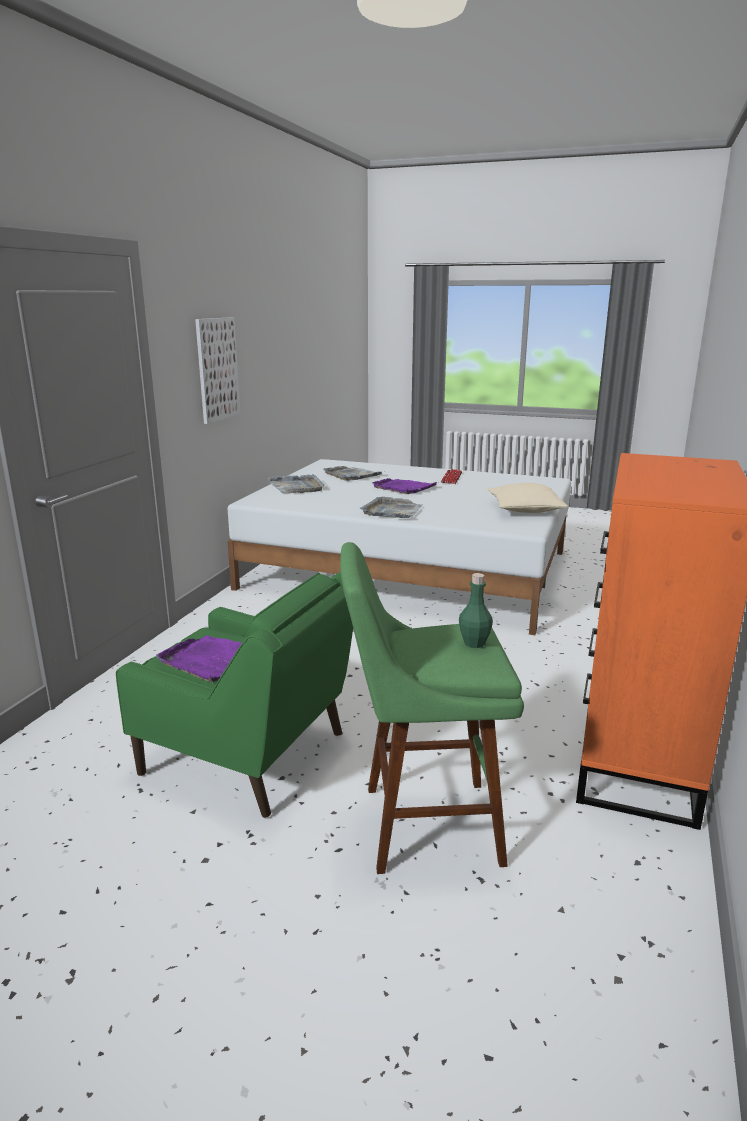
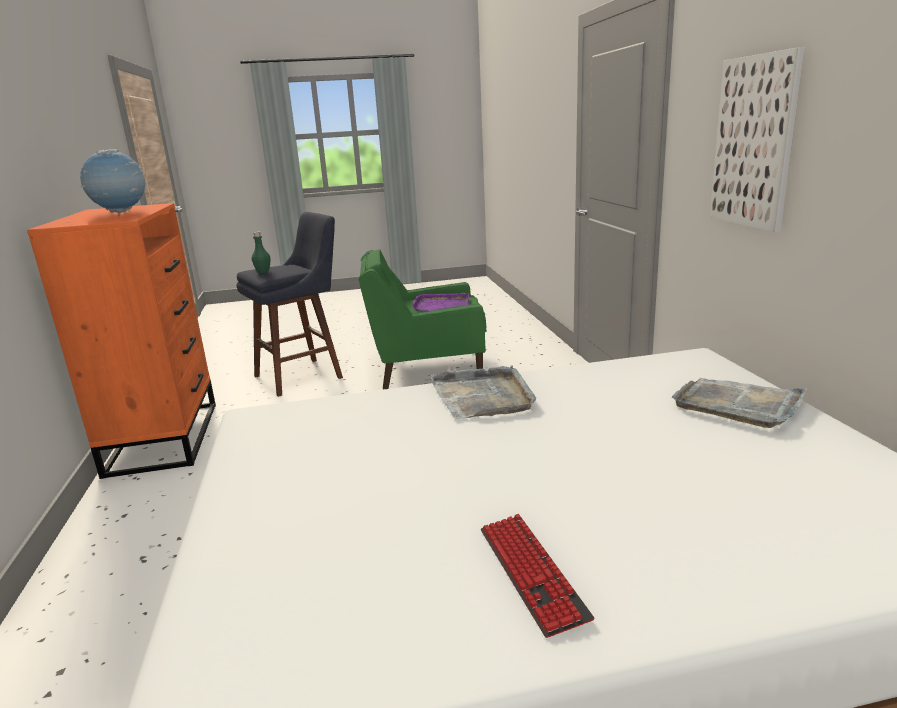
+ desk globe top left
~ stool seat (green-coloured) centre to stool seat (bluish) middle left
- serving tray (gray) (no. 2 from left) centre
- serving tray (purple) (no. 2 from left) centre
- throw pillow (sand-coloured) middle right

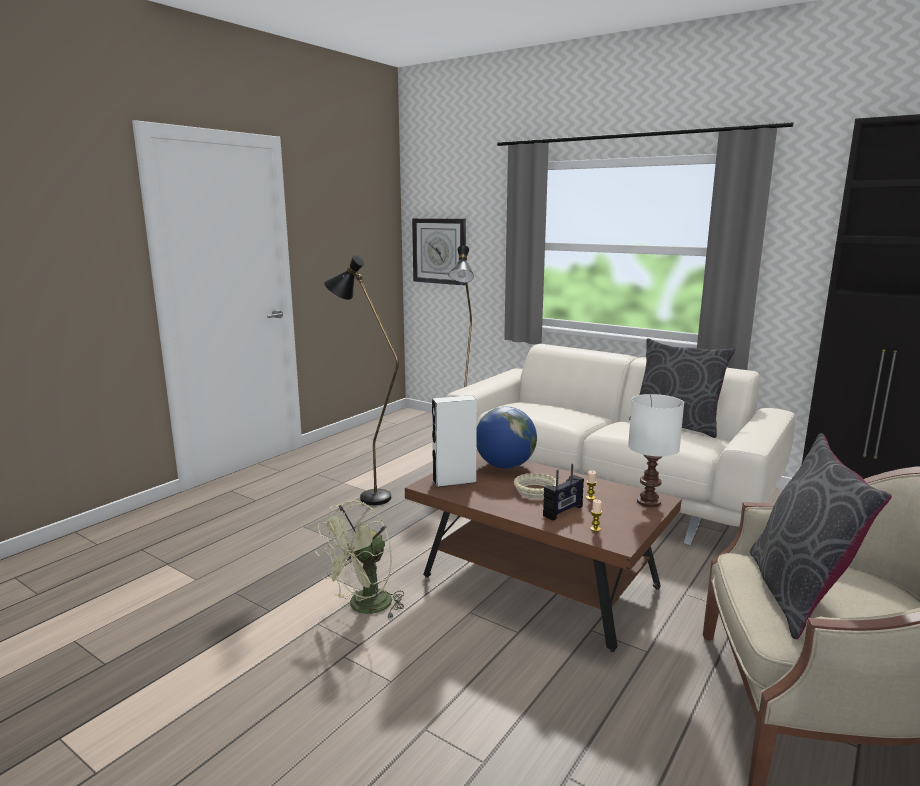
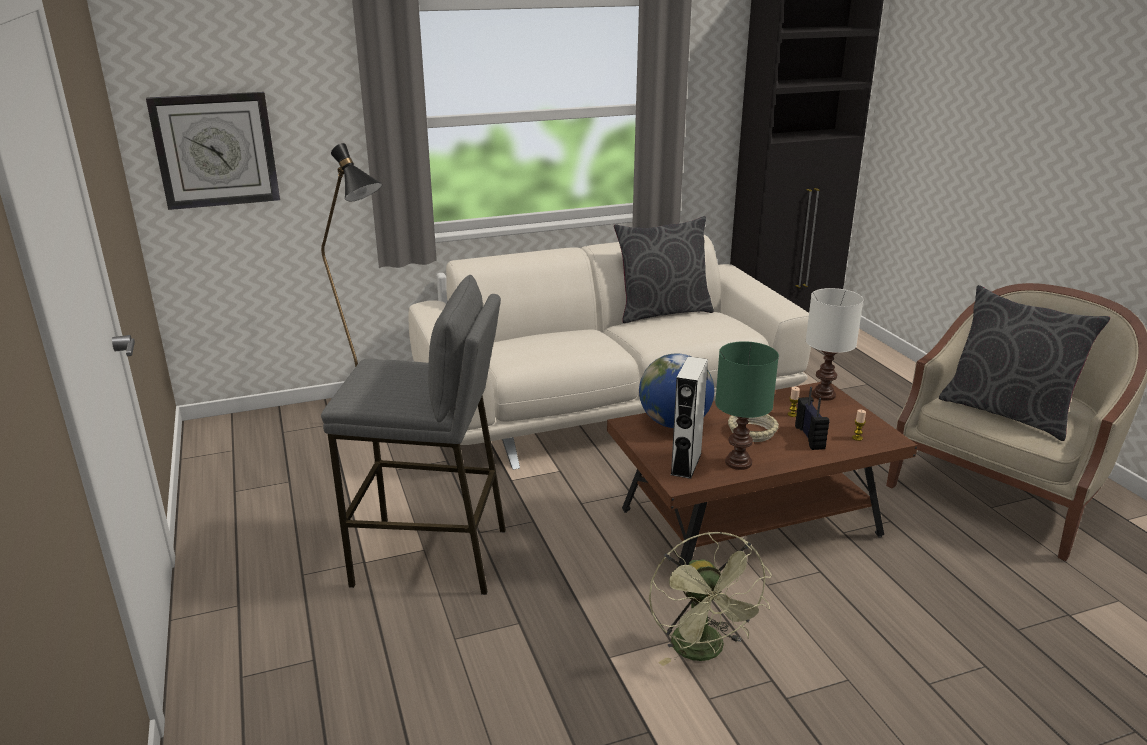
~ floor lamp (blackish) (no. 1 from left) centre to stool seat (gray) centre
+ table lamp (green-coloured) centre

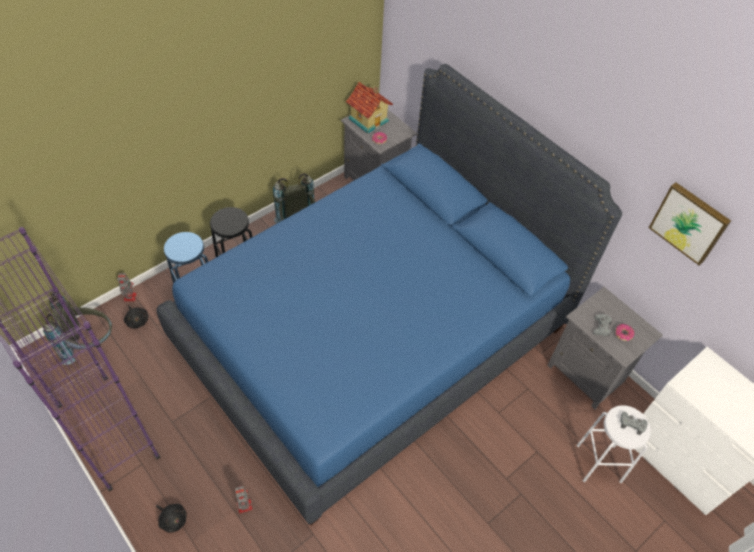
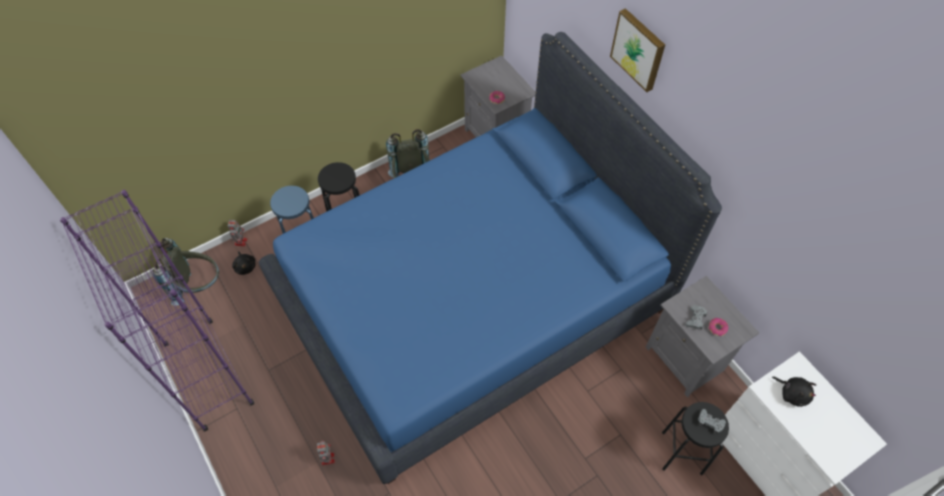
~ wall art middle right to top right
~ stool seat (white-coloured) bottom right to stool seat (blackish) (no. 2 from left) bottom right
~ cuddly toy (blackish) (no. 2 from left) bottom left to bottom right
- model house top centre

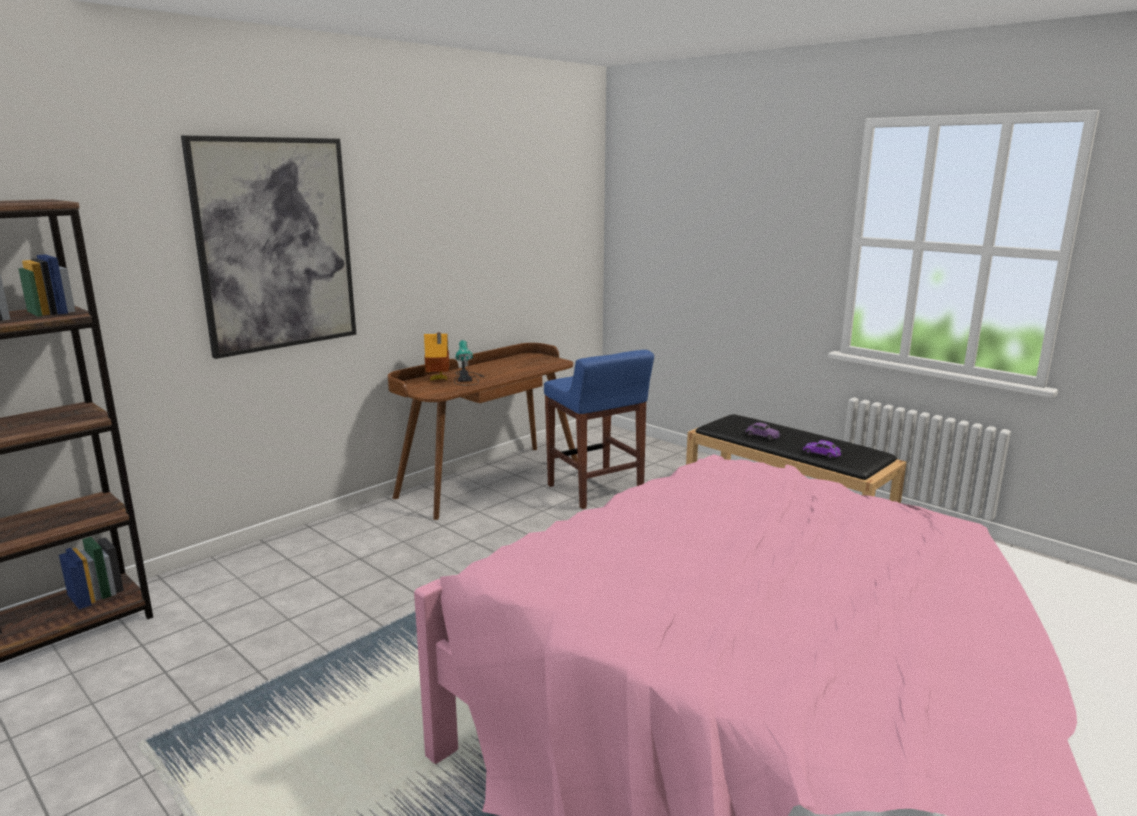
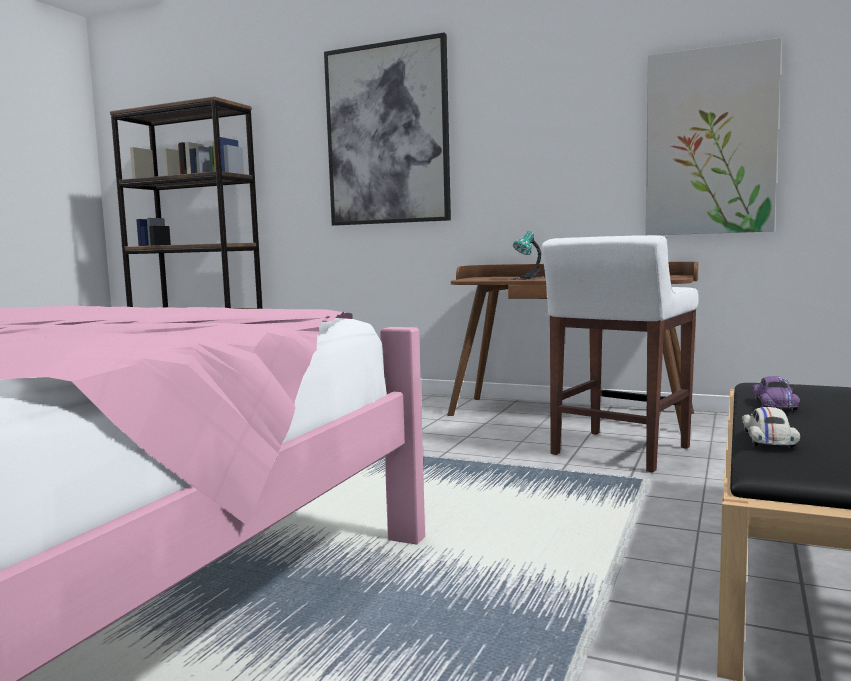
~ stool seat (bluish) centre to stool seat (white-coloured) middle right
+ wall art (no. 2 from left) top right
~ miniature car (purple) (no. 2 from left) middle right to miniature car (white-coloured) middle right
- model house centre

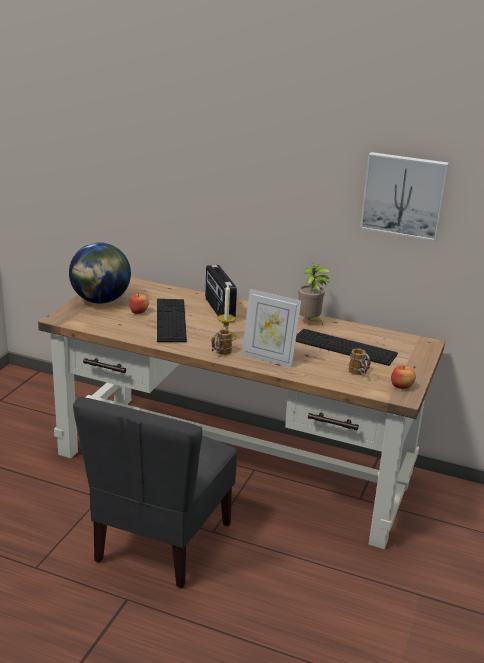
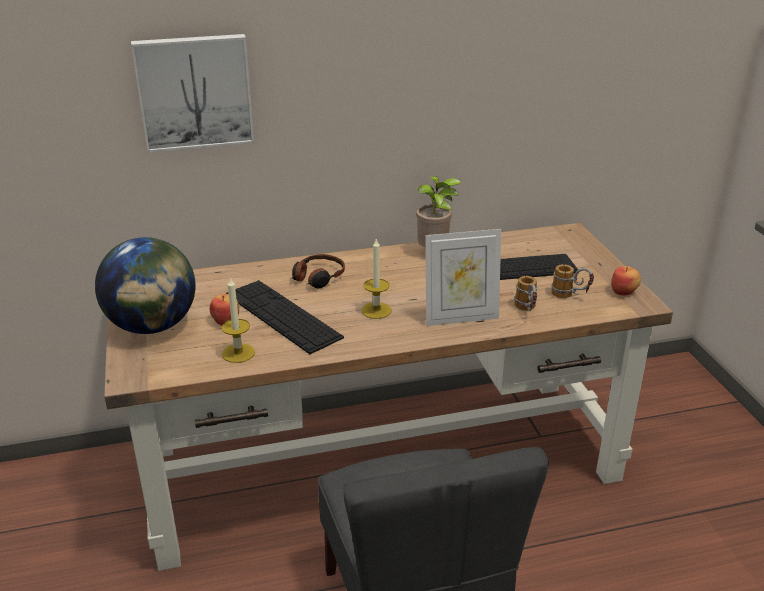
~ wall art top right to top left
+ candle (no. 1 from left) middle left
~ radio receiver centre to headphones centre
~ mug (no. 1 from left) centre to middle right

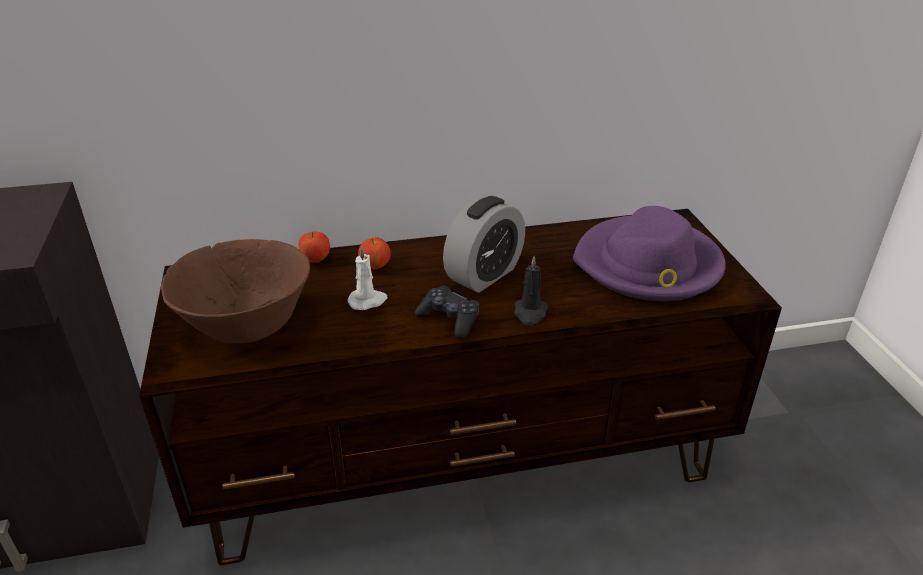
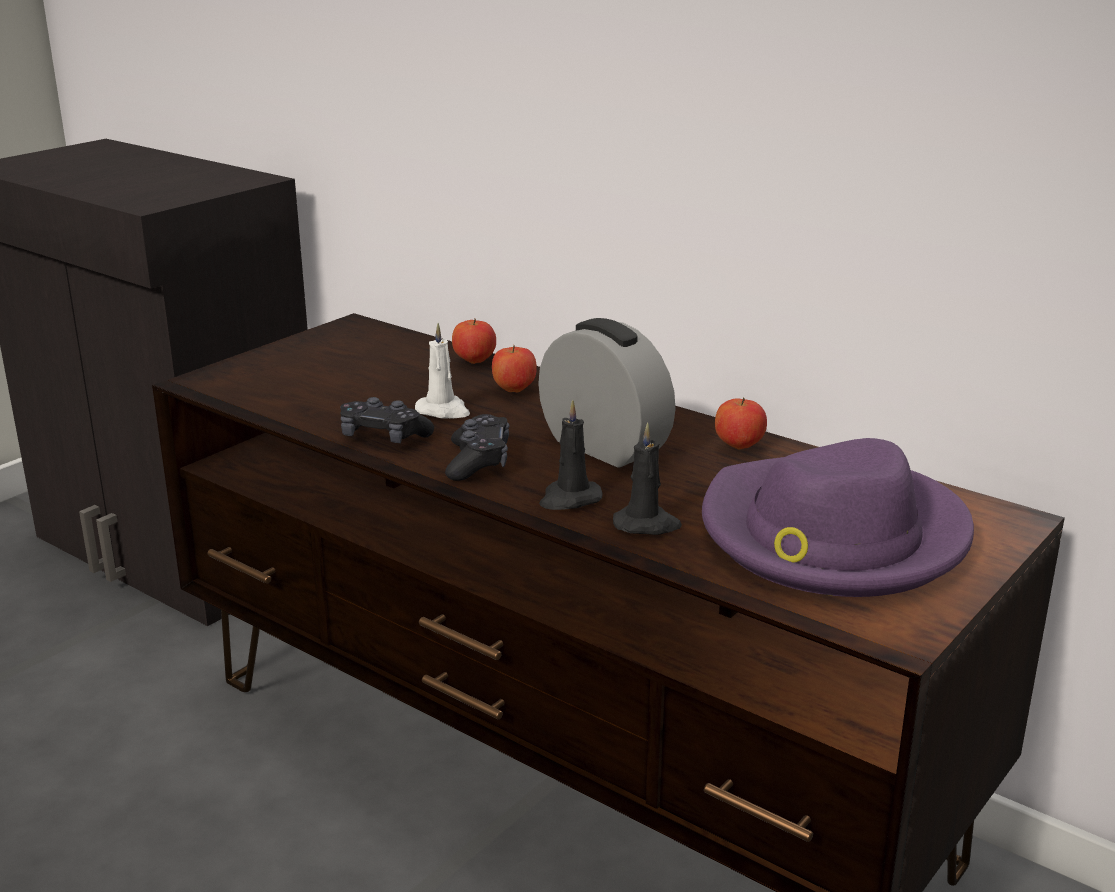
+ game controller (blackish) (no. 1 from left) centre
~ table clock centre = centre 135 degrees counterclockwise
+ candle (blackish) (no. 2 from left) centre
+ whole apple (no. 3 from left) centre
- deep dish (brown) middle left

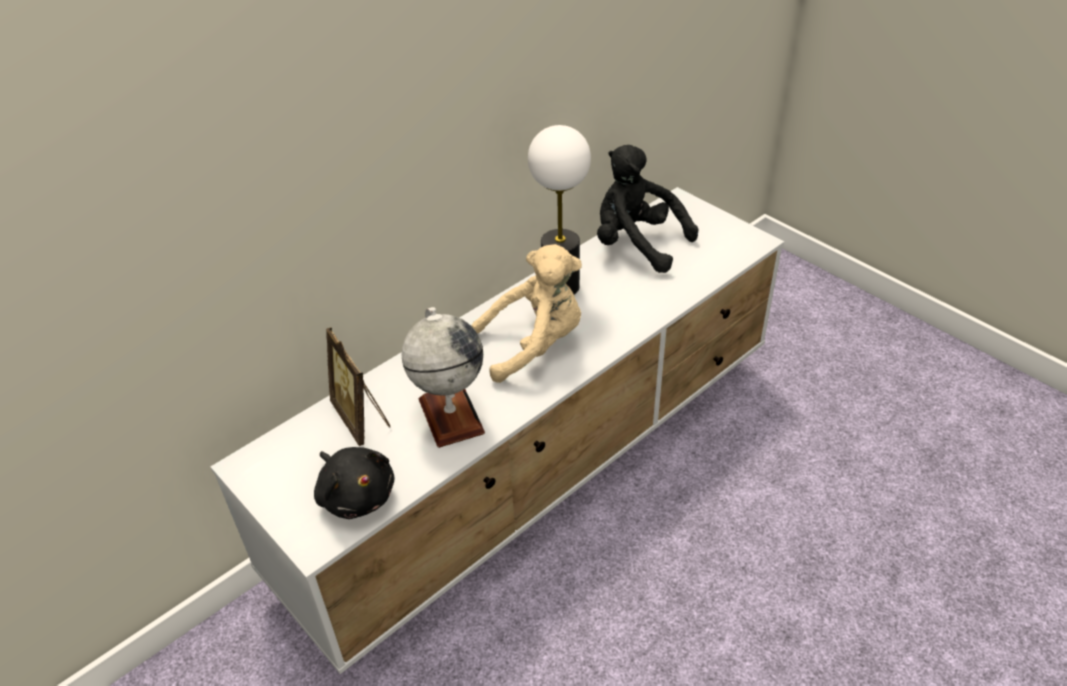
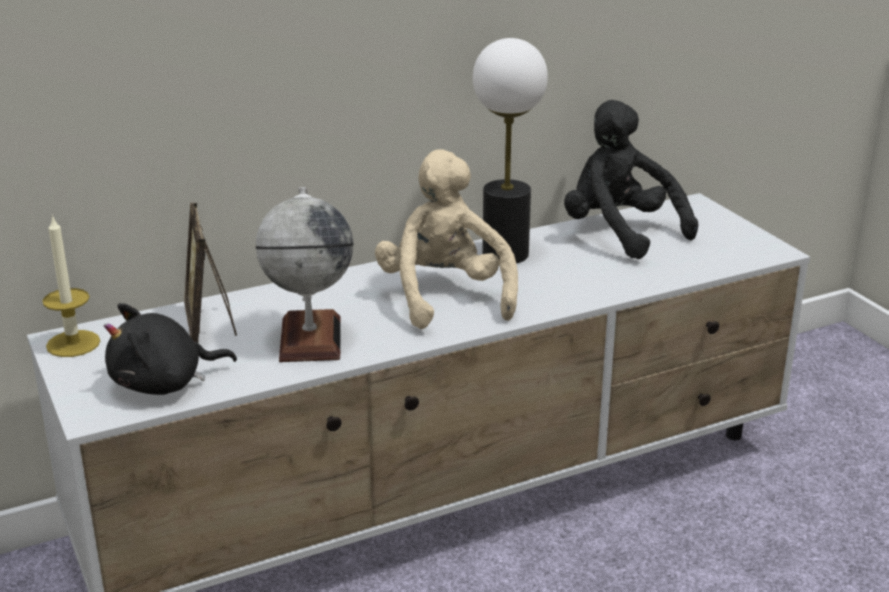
+ candle middle left
~ cuddly toy (blackish) (no. 1 from left) bottom left = middle left 90 degrees clockwise
~ cuddly toy (sand-coloured) centre = centre 105 degrees counterclockwise

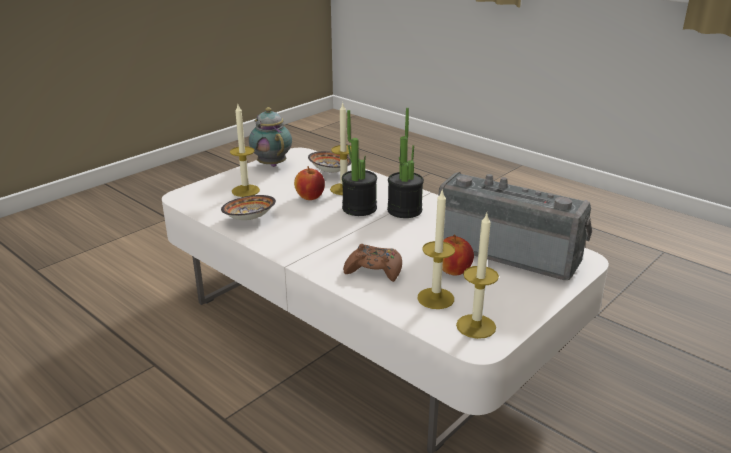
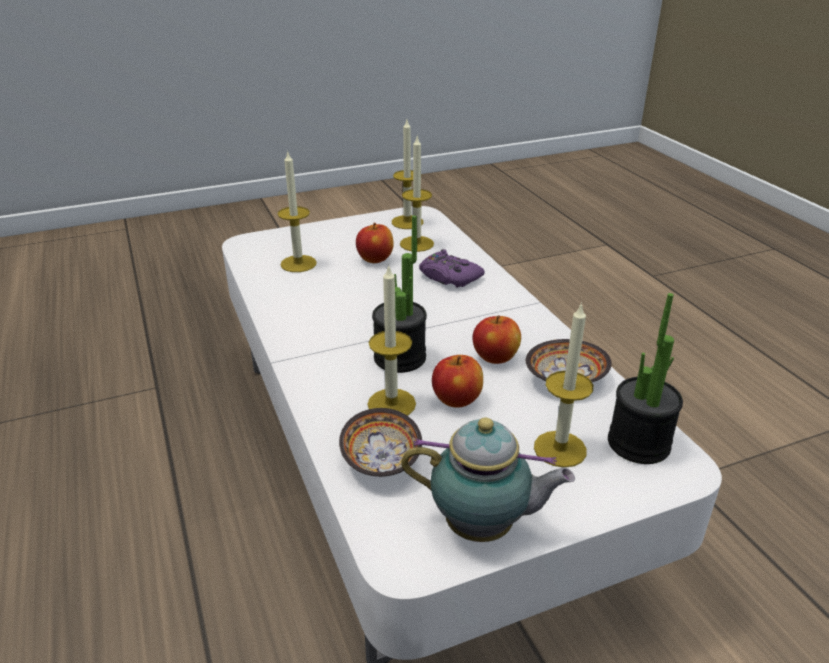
~ radio receiver middle right to candle (no. 1 from left) top centre
~ pot for tea top centre = bottom centre 75 degrees counterclockwise
~ game controller (brown) centre to game controller (purple) centre
+ whole apple (no. 3 from left) centre
~ plant in a pot (no. 2 from left) centre to middle right

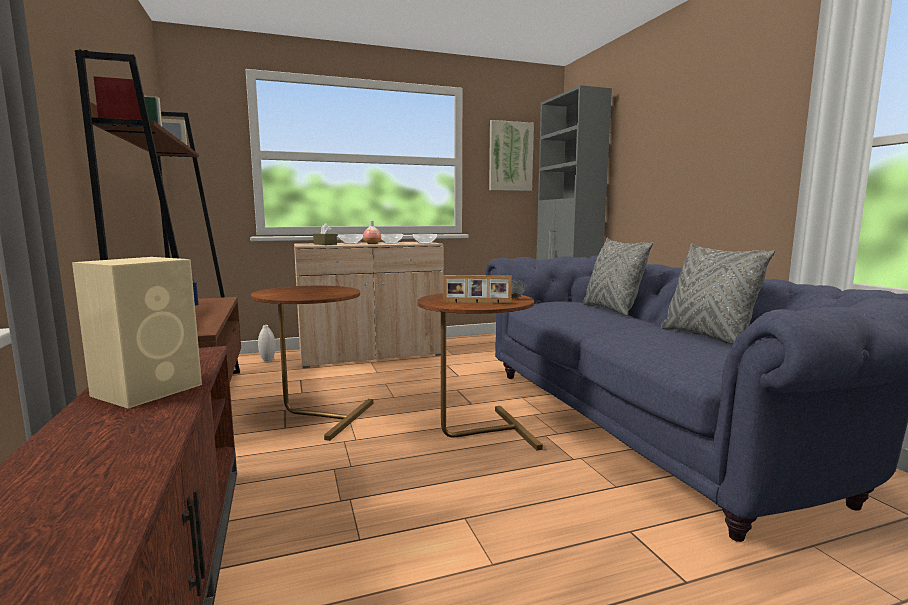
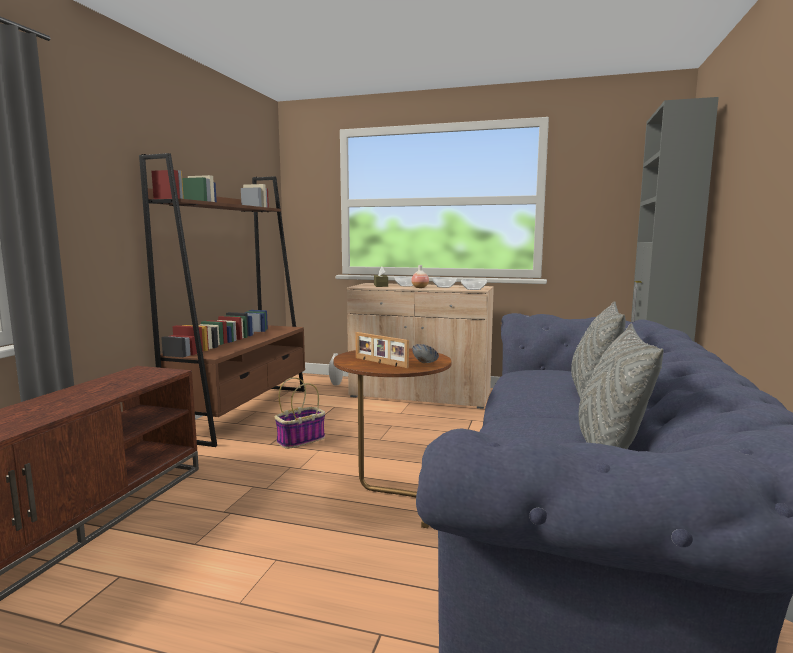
~ side table (brown) (no. 1 from left) centre to storage basket centre
- loudspeaker (sand-coloured) middle left
- wall art top centre

